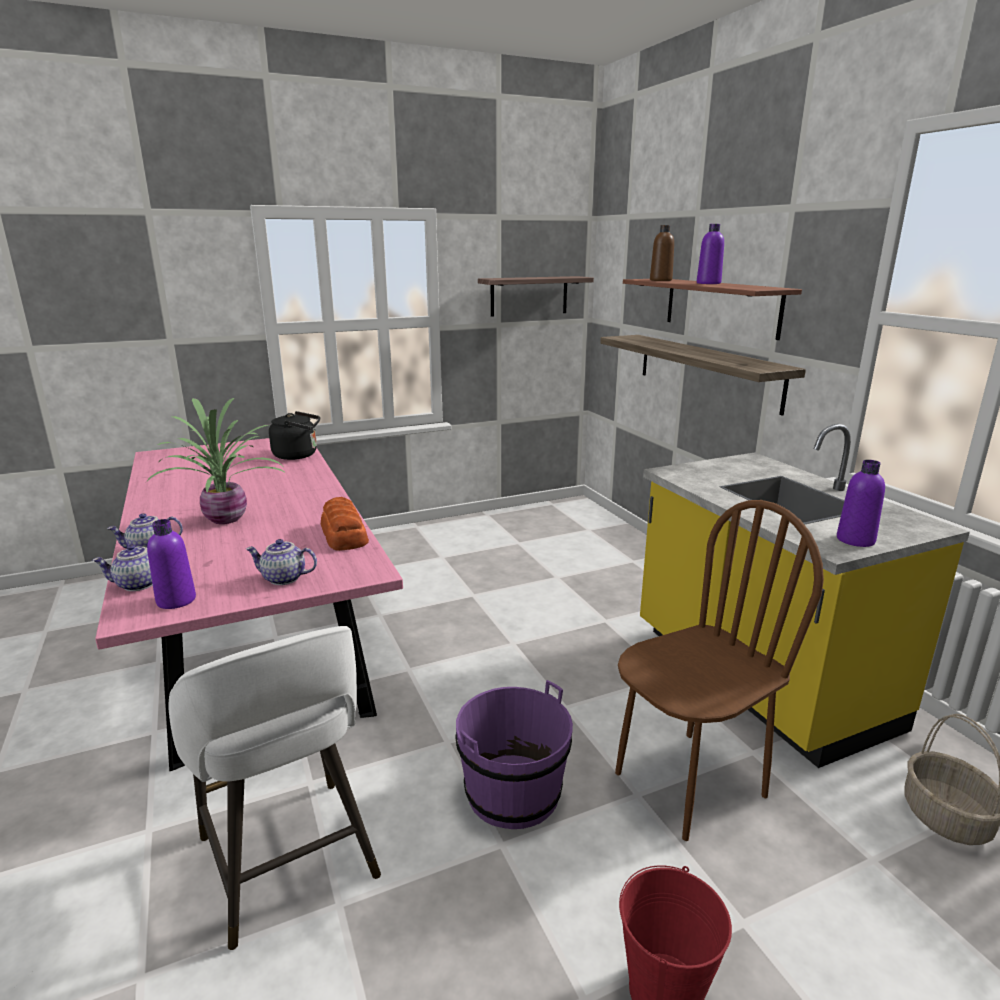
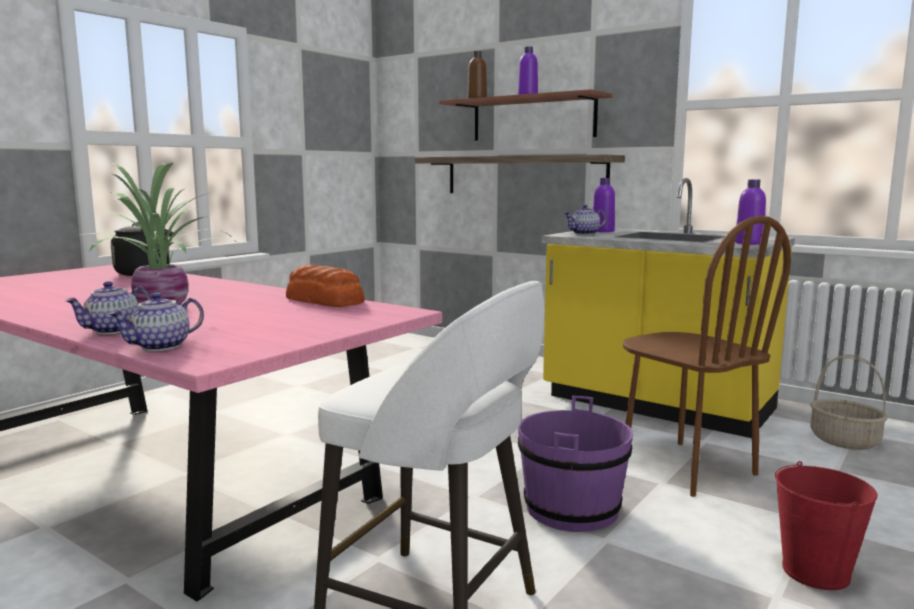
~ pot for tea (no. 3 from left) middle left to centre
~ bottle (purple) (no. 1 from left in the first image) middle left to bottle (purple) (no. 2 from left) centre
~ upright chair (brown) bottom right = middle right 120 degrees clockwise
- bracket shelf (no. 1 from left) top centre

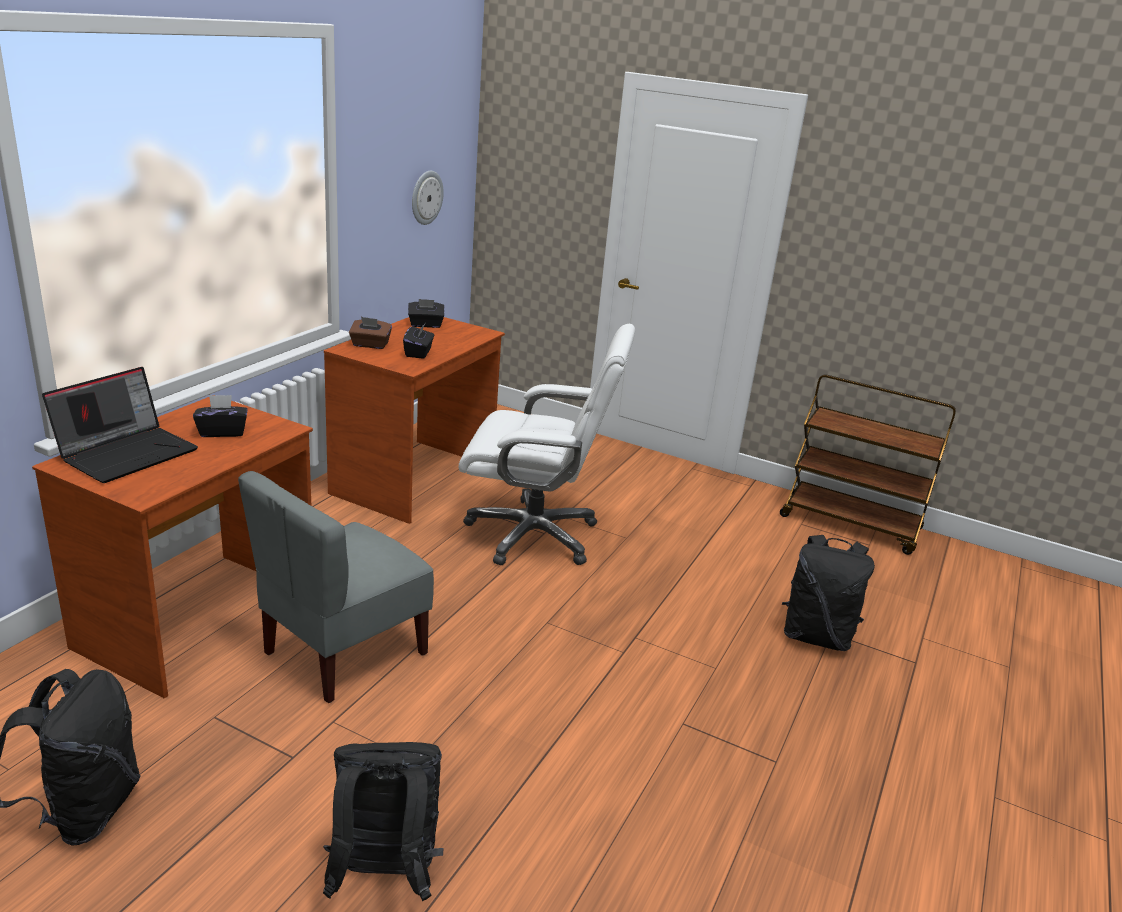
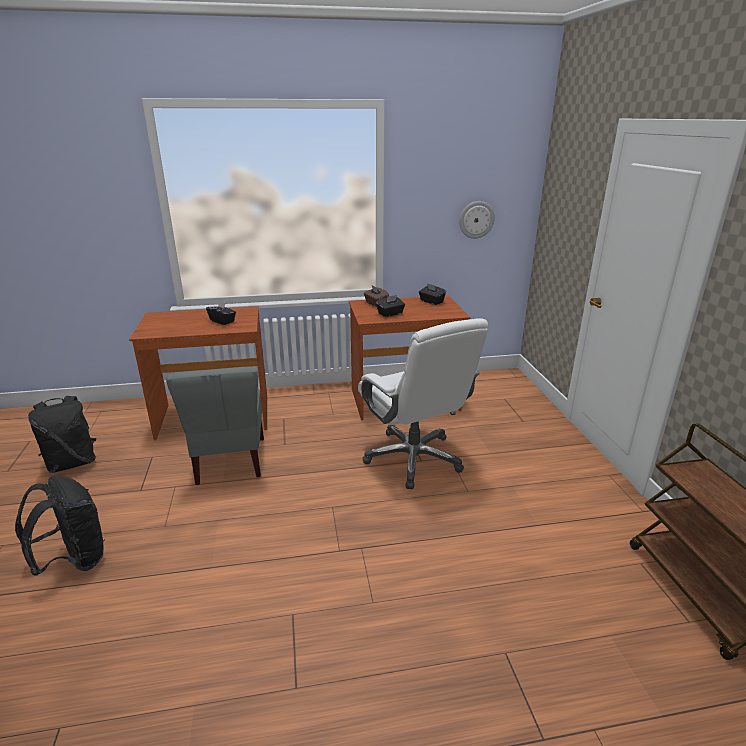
~ upright chair (gray) middle left = middle left 105 degrees counterclockwise
- portable computer middle left
- rucksack (blackish) (no. 3 from left) middle right

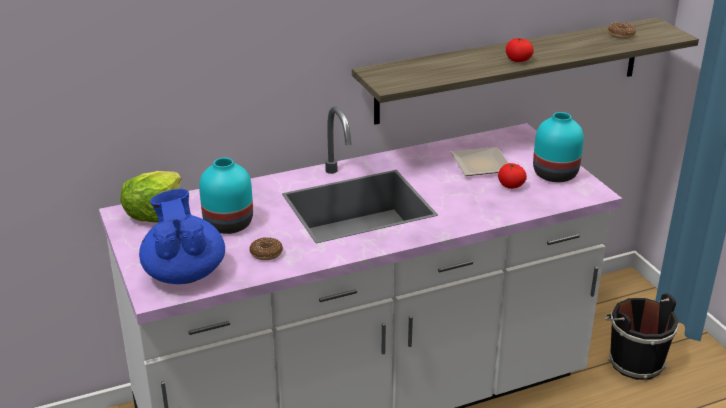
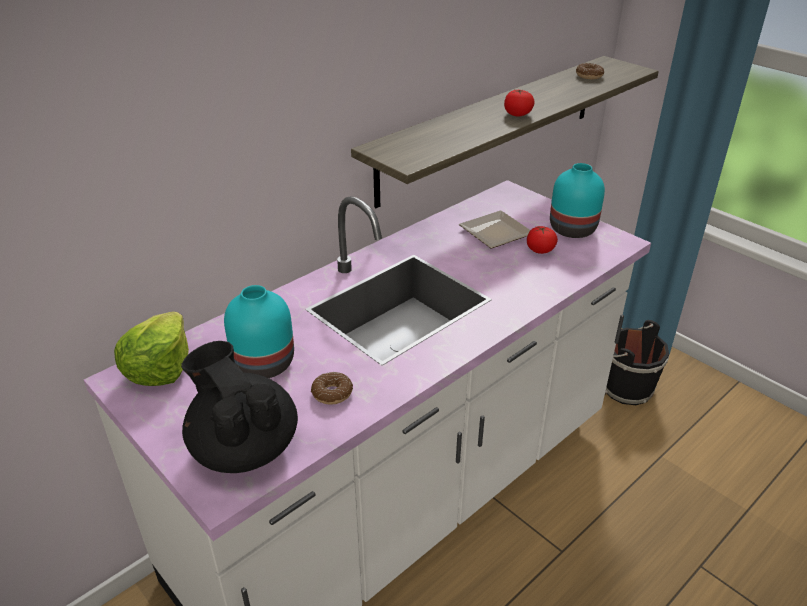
~ pot for tea (bluish) middle left to pot for tea (blackish) bottom left

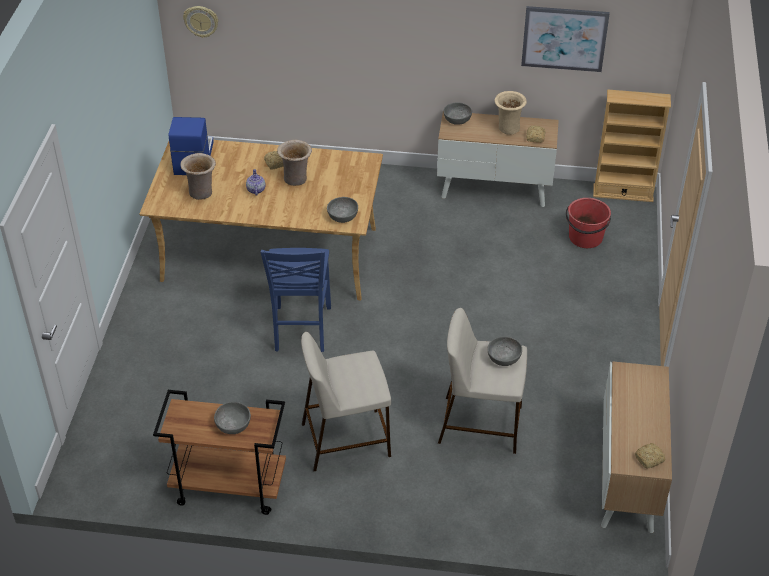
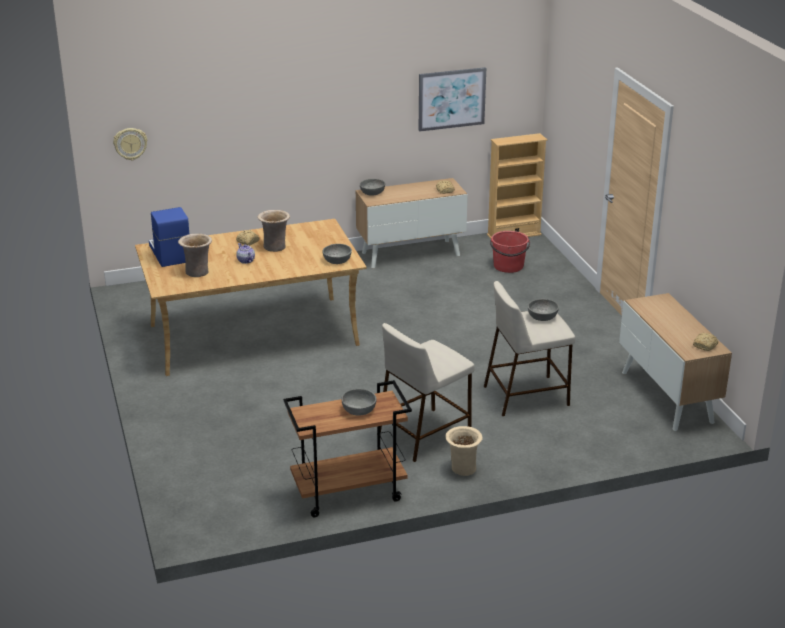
~ decorative vase (sand-coloured) (no. 3 from left) top centre to bottom centre
- upright chair (bluish) centre

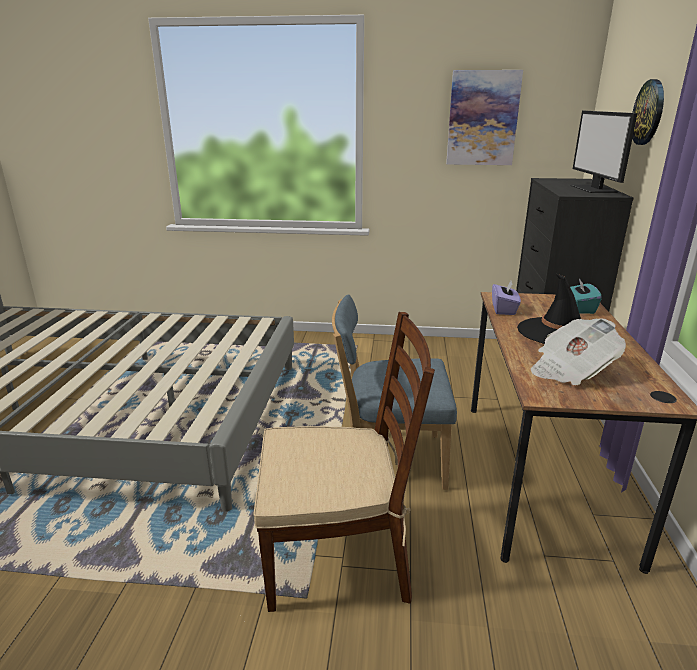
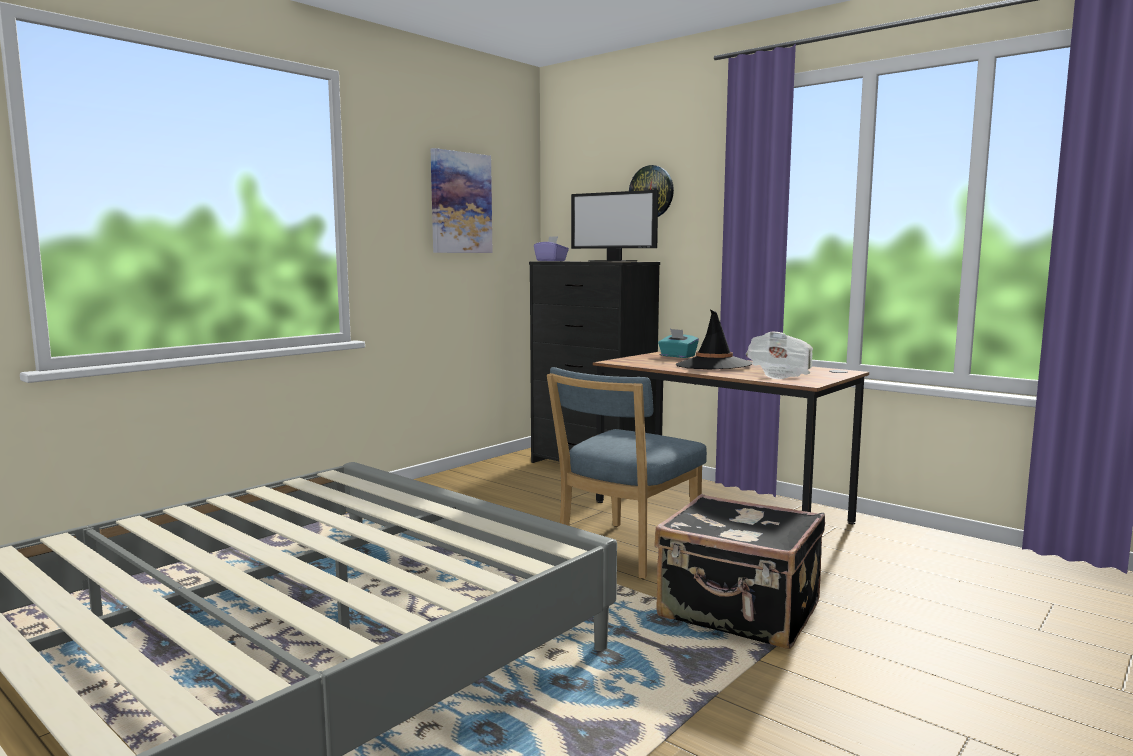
~ box of tissues (purple) middle right to top centre
~ upright chair (brown) bottom centre to piece of luggage (blackish) bottom centre

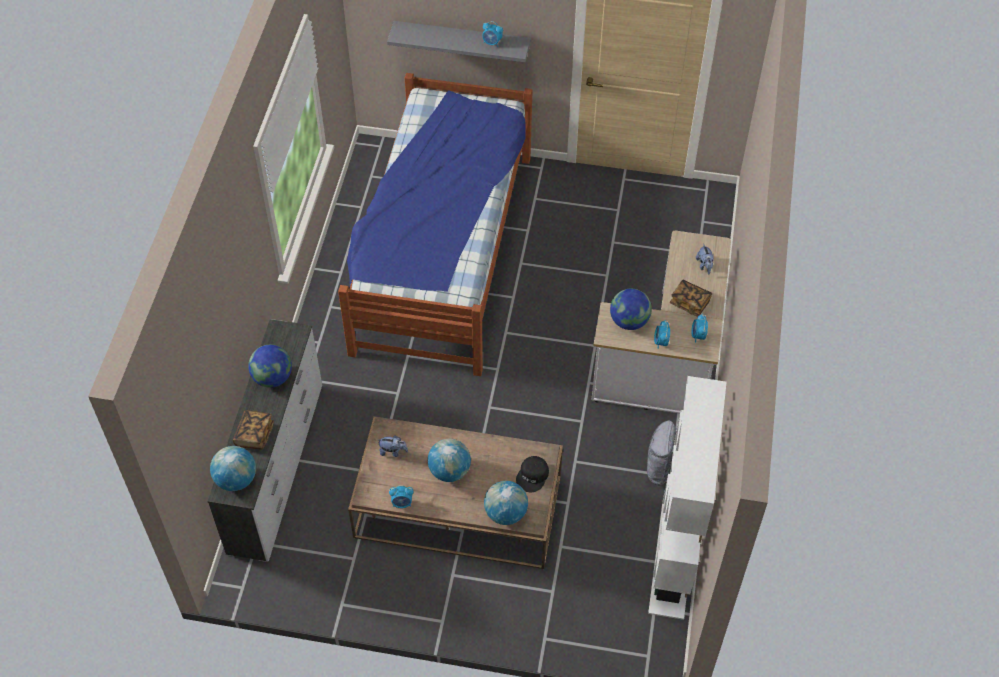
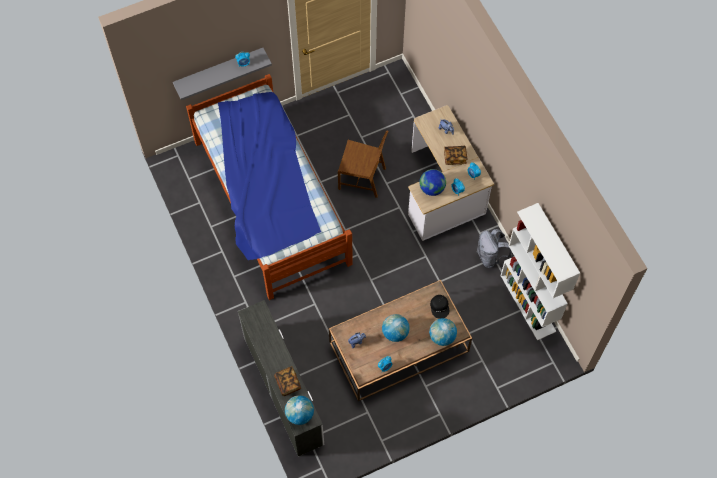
+ upright chair (brown) centre
- desk globe (no. 2 from left) middle left

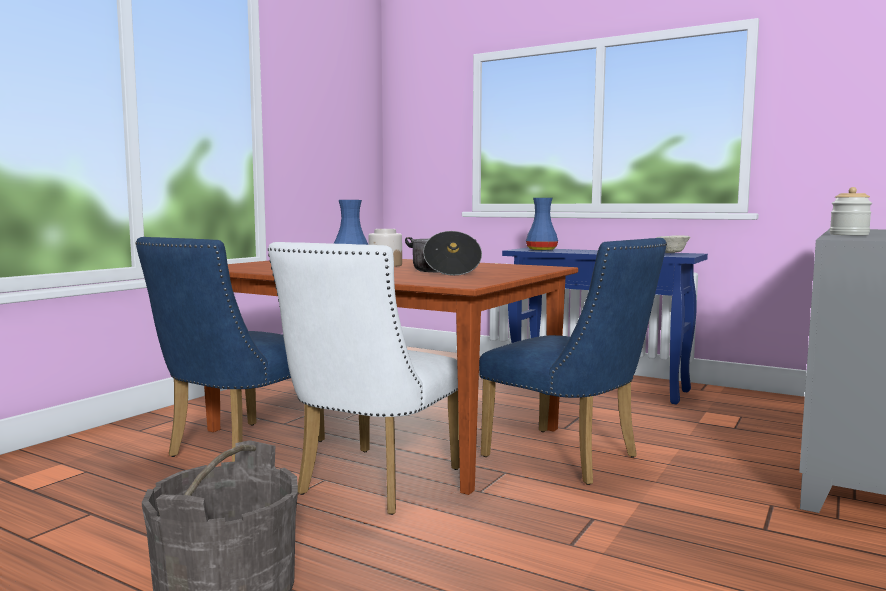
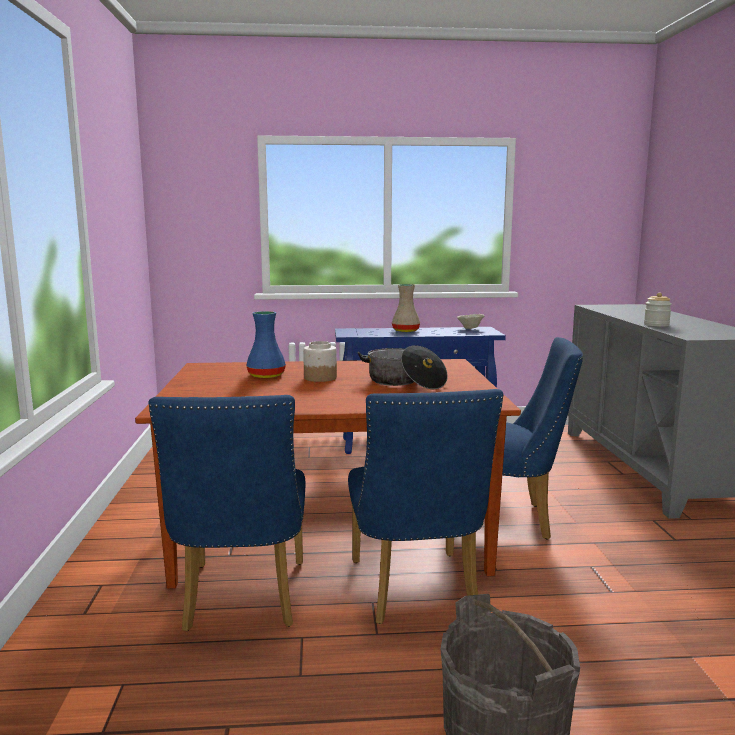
~ upright chair (white-coloured) centre to upright chair (bluish) (no. 2 from left) bottom centre
+ decorative vase (sand-coloured) centre
- decorative vase (bluish) (no. 2 from left) centre

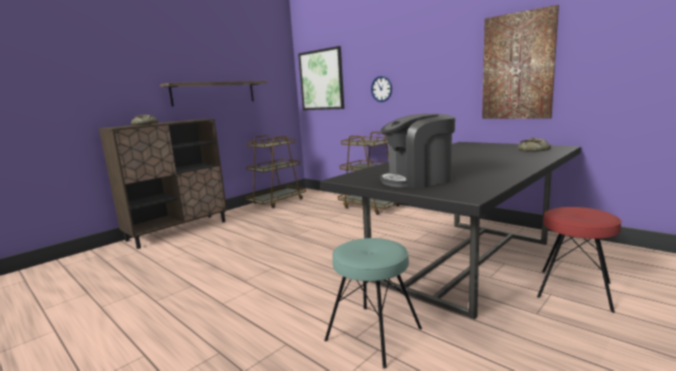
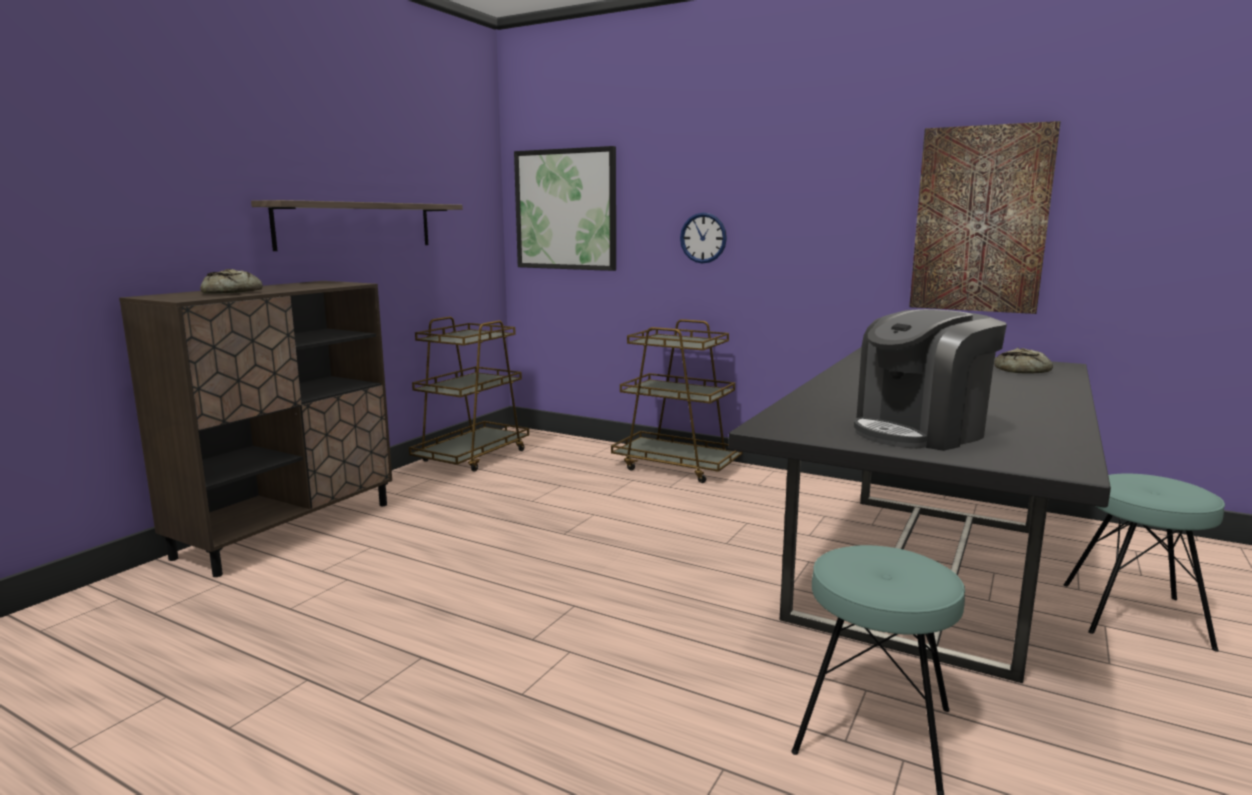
~ stool seat (reddish) bottom right to stool seat (turquoise-coloured) (no. 2 from left) bottom right

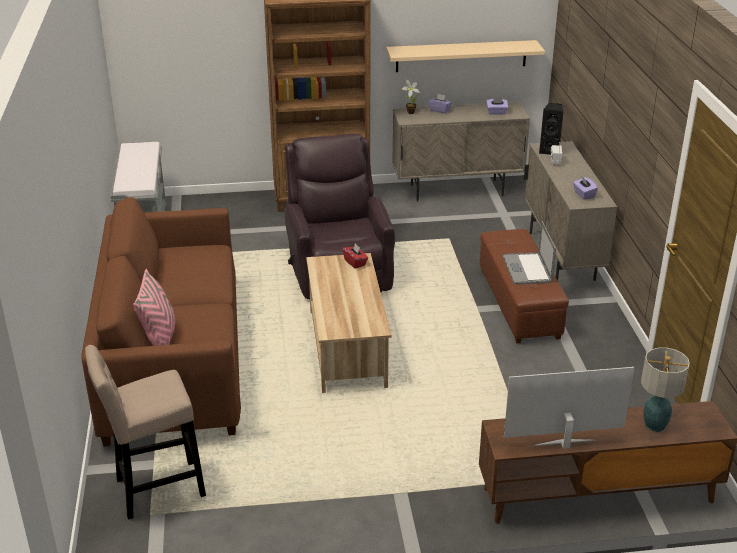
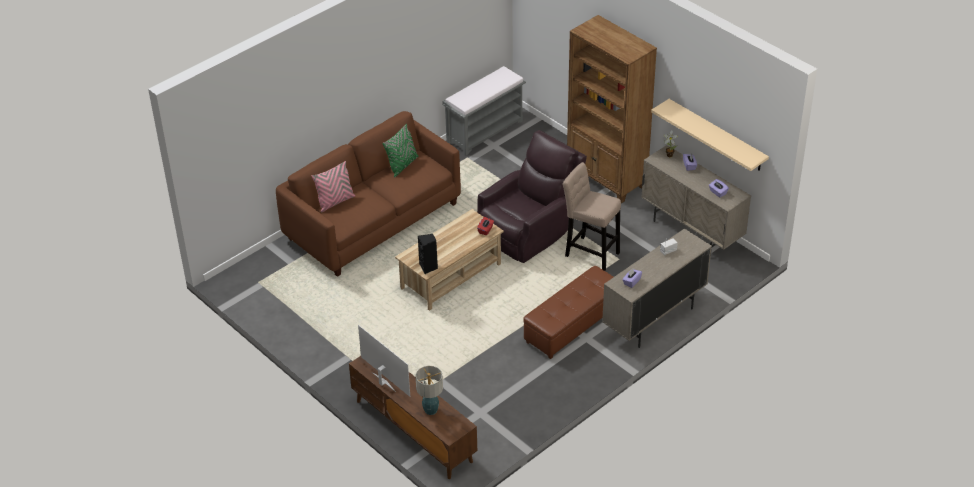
+ throw pillow (green-coloured) top centre
~ loudspeaker (blackish) top right to centre
~ stool seat (sand-coloured) bottom left to centre
- portable computer middle right

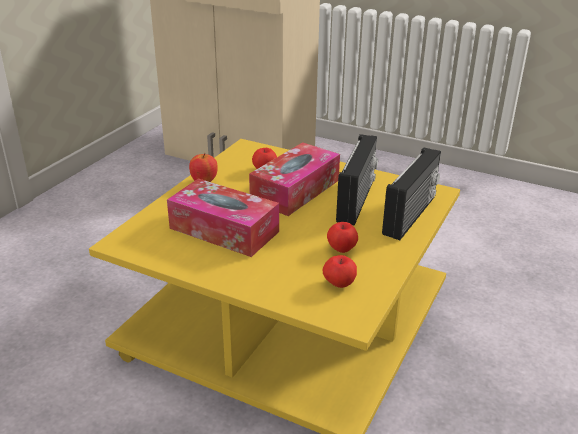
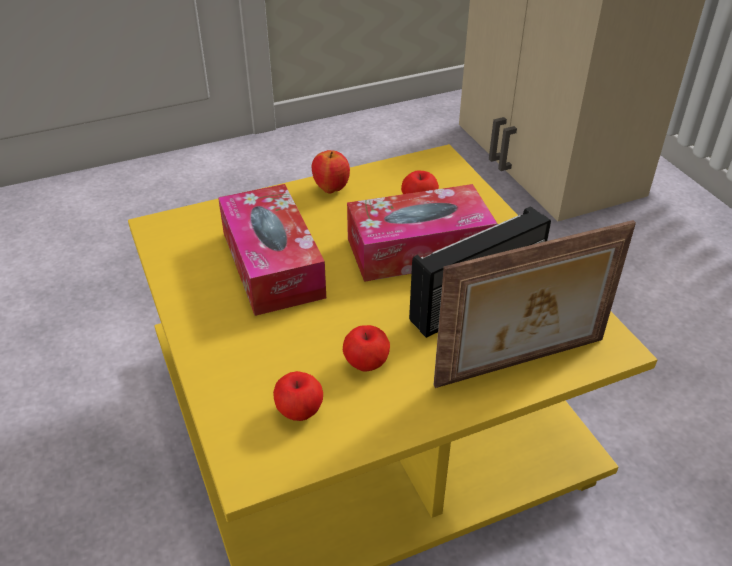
~ radio receiver (no. 2 from left) middle right to standing frame middle right

